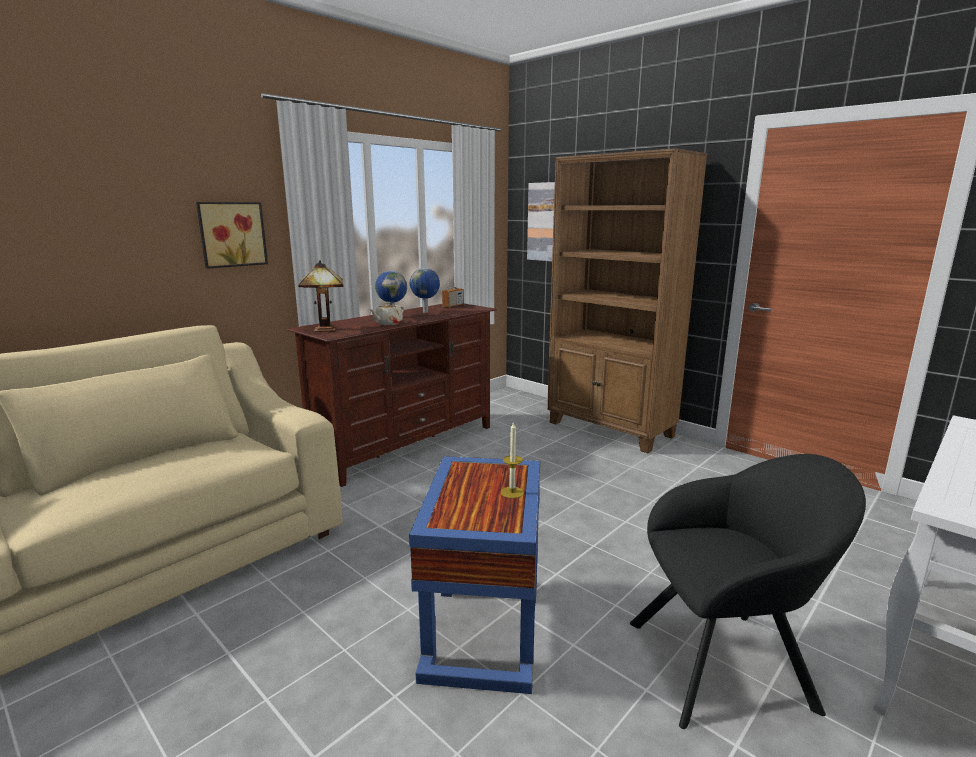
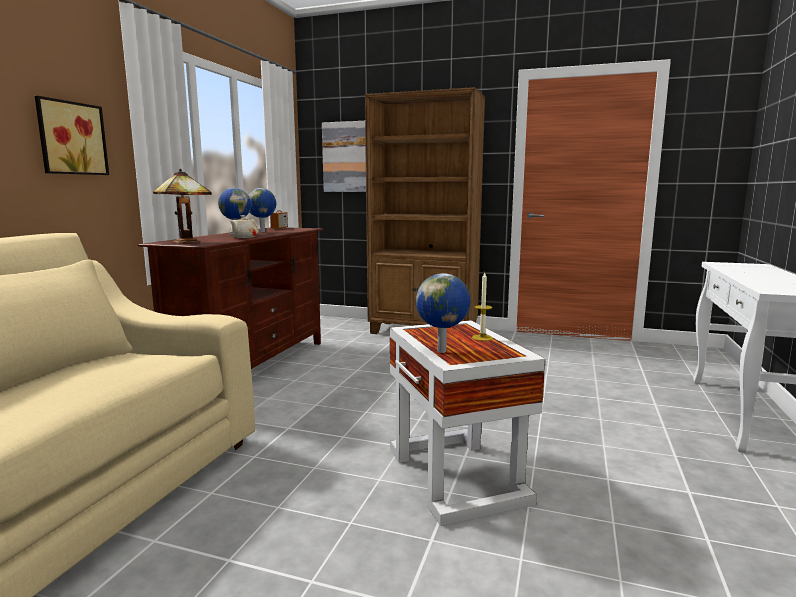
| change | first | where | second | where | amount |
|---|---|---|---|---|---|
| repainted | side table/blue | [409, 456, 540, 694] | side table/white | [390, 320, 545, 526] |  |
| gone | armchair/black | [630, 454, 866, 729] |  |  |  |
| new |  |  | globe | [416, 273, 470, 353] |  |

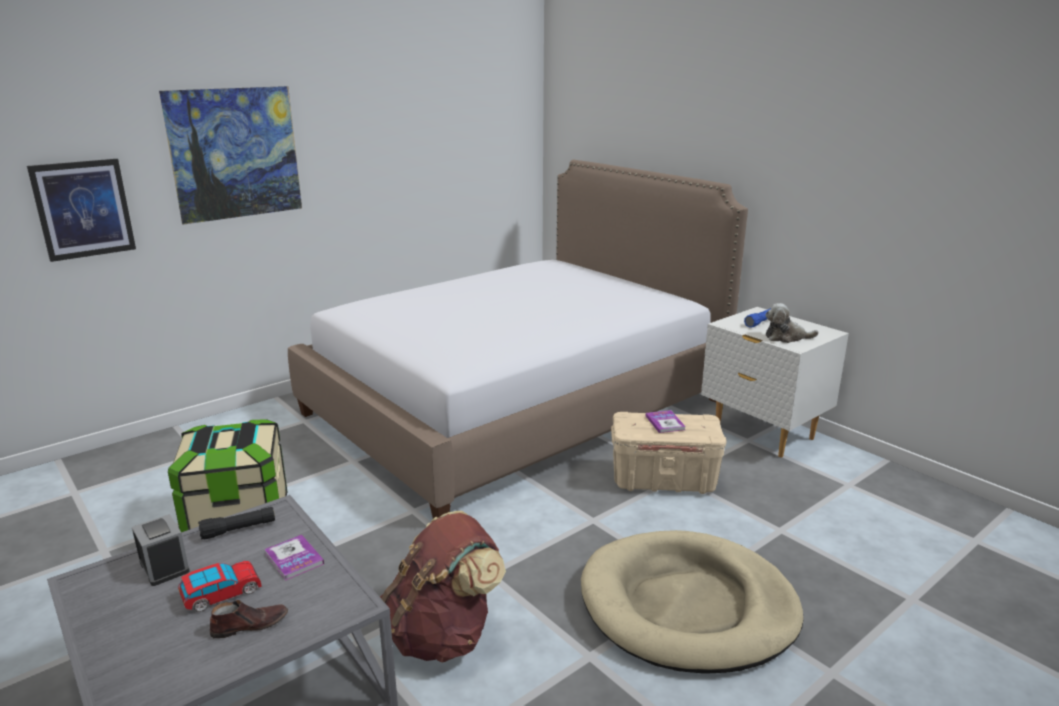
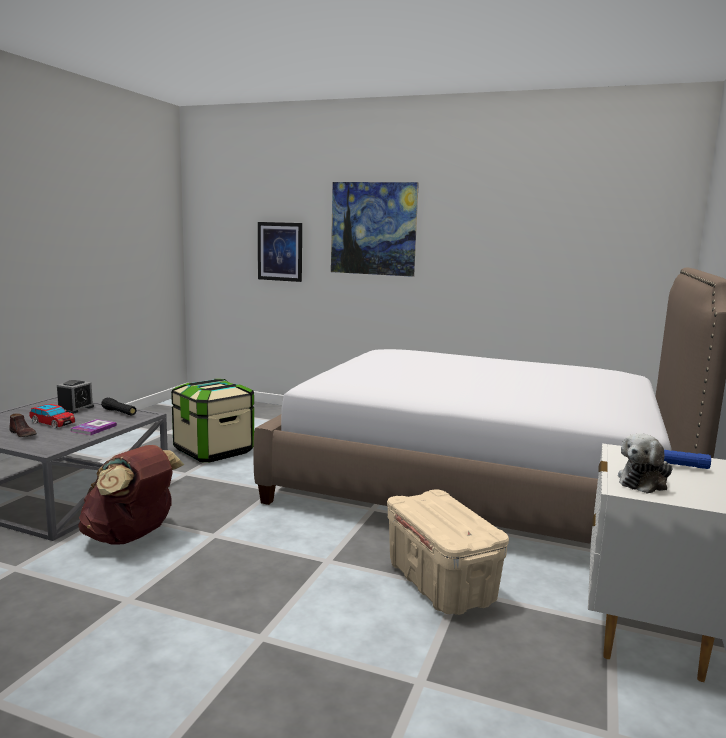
| change | first | where | second | where | amount |
|---|---|---|---|---|---|
| gone | dog bed/beige | [581, 530, 804, 674] |  |  |  |
| gone | book | [646, 410, 686, 433] |  |  |  |
| rotated | plush toy | [765, 303, 819, 343] |  | [618, 433, 673, 494] | 105 degrees counterclockwise |

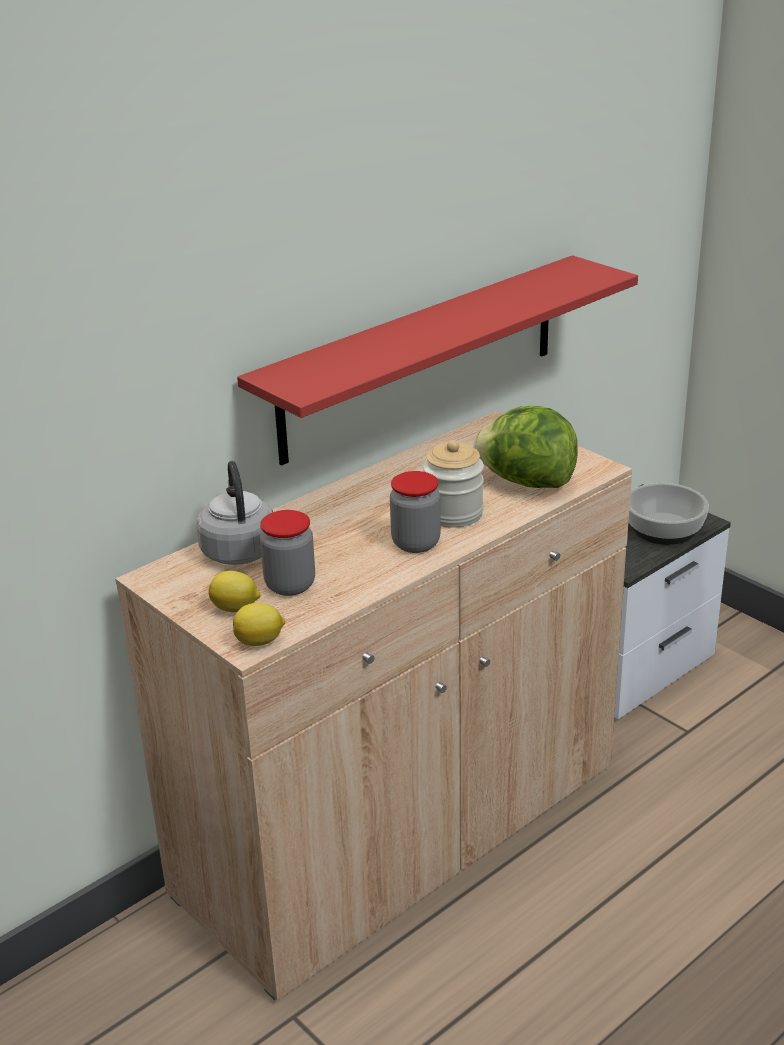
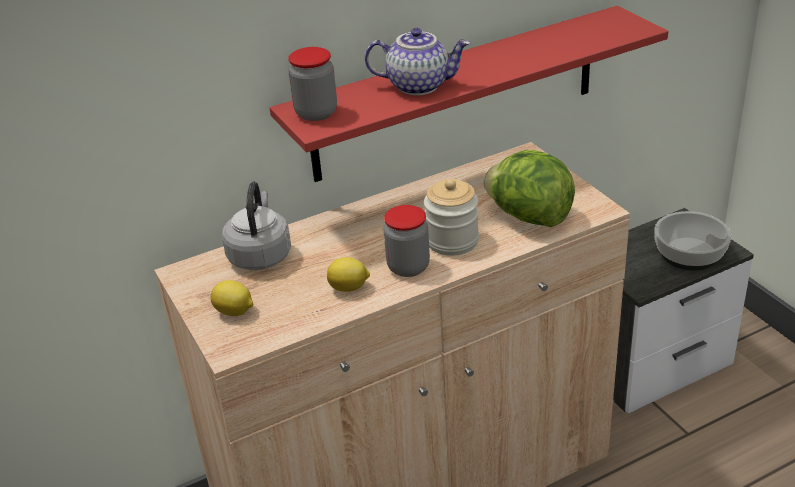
| change | first | where | second | where | amount |
|---|---|---|---|---|---|
| shifted | lemon | [233, 603, 285, 646] |  | [327, 257, 370, 292] |  |
| shifted | jar | [260, 510, 315, 596] |  | [288, 47, 337, 121] |  |
| new |  |  | teapot | [365, 28, 470, 95] |  |

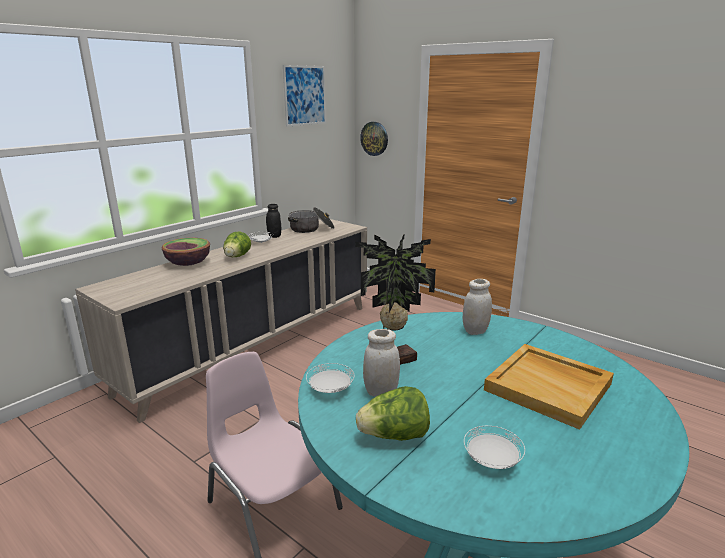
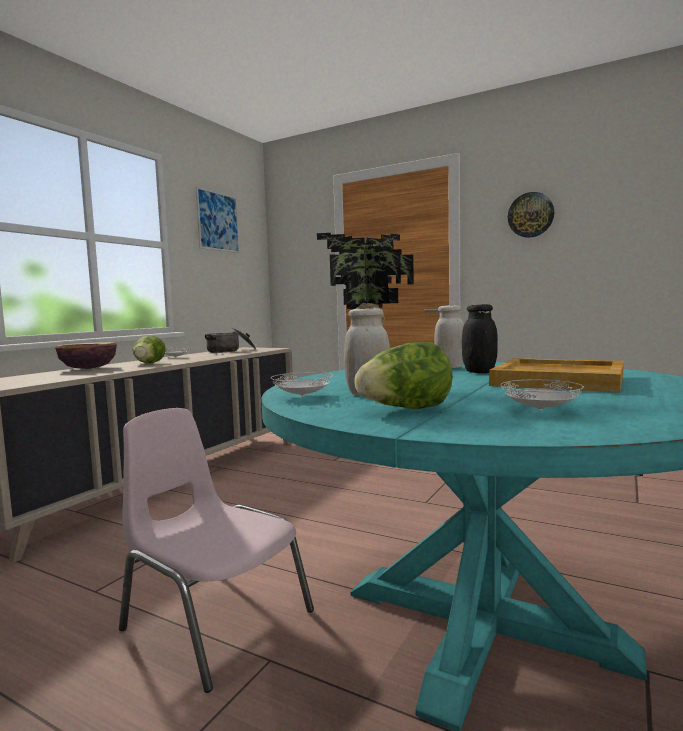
| change | first | where | second | where | amount |
|---|---|---|---|---|---|
| shifted | jar/black | [266, 204, 281, 238] |  | [462, 304, 498, 373] |  |
| shifted | wall clock | [360, 122, 388, 156] |  | [508, 192, 554, 238] |  |

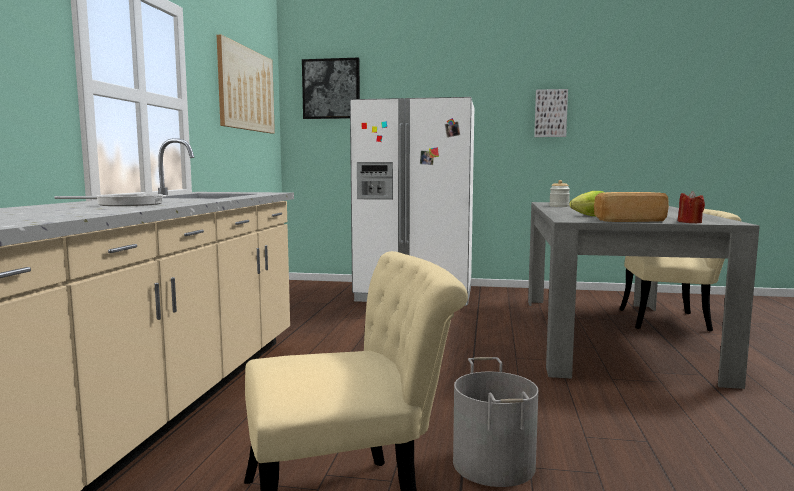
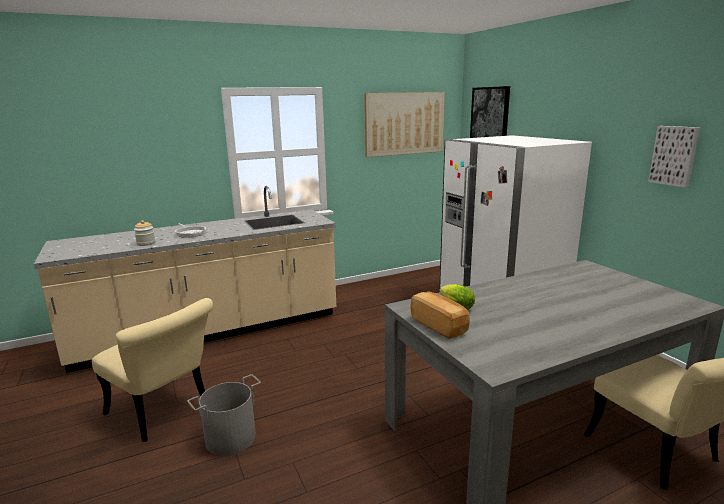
| change | first | where | second | where | amount |
|---|---|---|---|---|---|
| shifted | jar | [549, 180, 570, 207] |  | [134, 220, 155, 246] |  |
| gone | candle/red | [678, 191, 705, 223] |  |  |  |

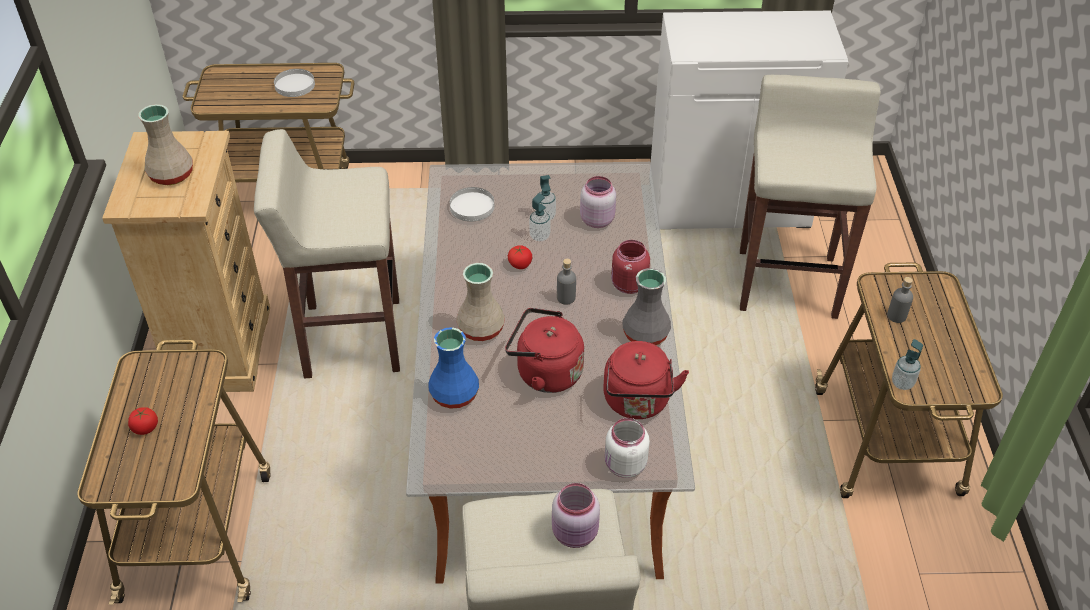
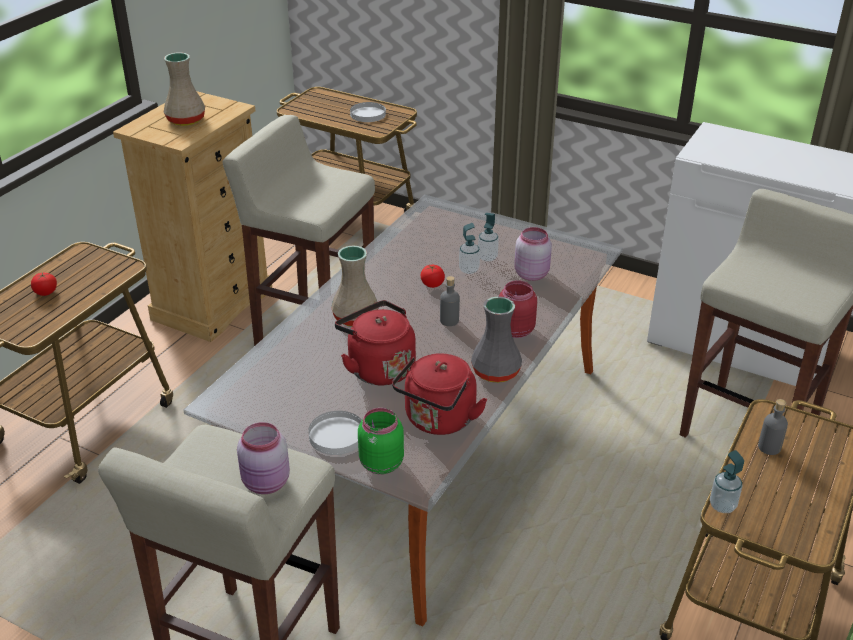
| change | first | where | second | where | amount |
|---|---|---|---|---|---|
| gone | vase/blue | [428, 327, 479, 409] |  |  |  |
| shifted | plate/white | [450, 187, 494, 222] |  | [308, 411, 362, 455] |  |
| repainted | jar/white | [605, 418, 650, 478] | jar/green | [358, 408, 404, 474] |  |

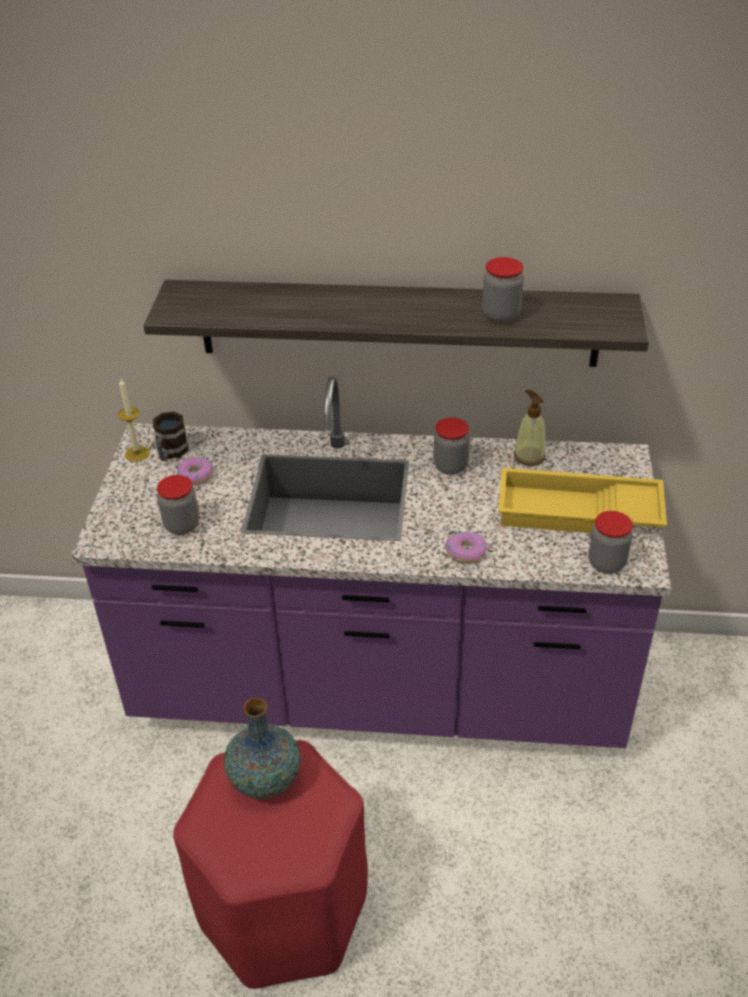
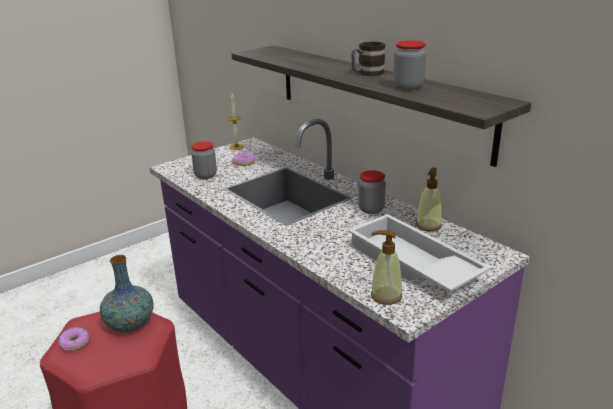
| change | first | where | second | where | amount |
|---|---|---|---|---|---|
| shifted | mug | [153, 411, 188, 461] |  | [351, 41, 385, 76] |  |
| shifted | donut | [445, 532, 487, 563] |  | [59, 328, 89, 351] |  |
| repainted | tray/yellow | [498, 468, 667, 533] | tray/white | [348, 214, 492, 293] |  |
| swapped | jar | [588, 511, 633, 573] | soap dispenser | [371, 230, 402, 305] |  |

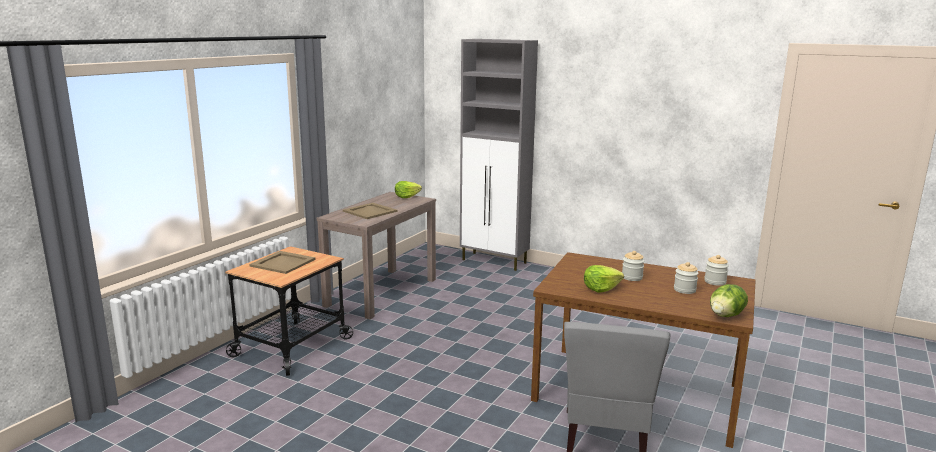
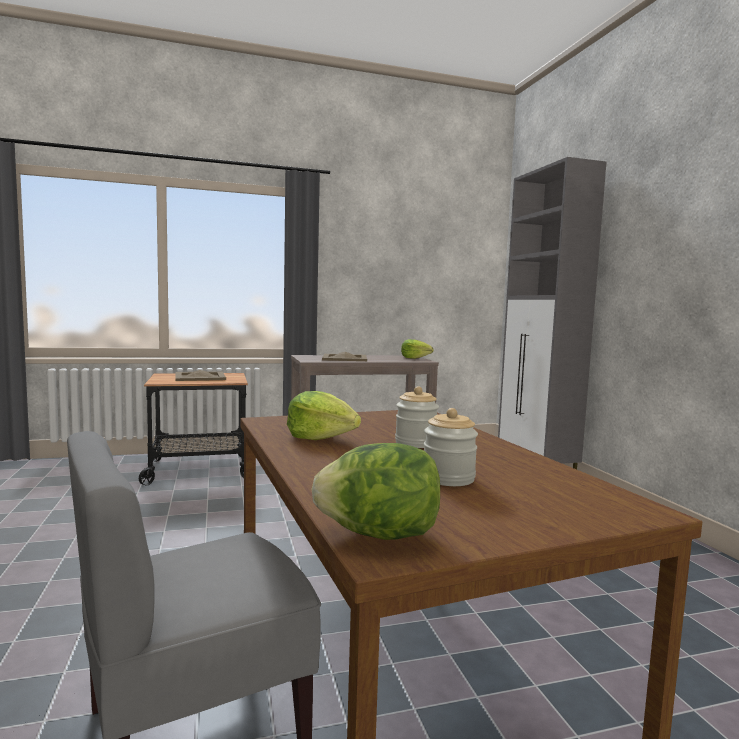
| change | first | where | second | where | amount |
|---|---|---|---|---|---|
| gone | jar | [704, 255, 729, 286] |  |  |  |

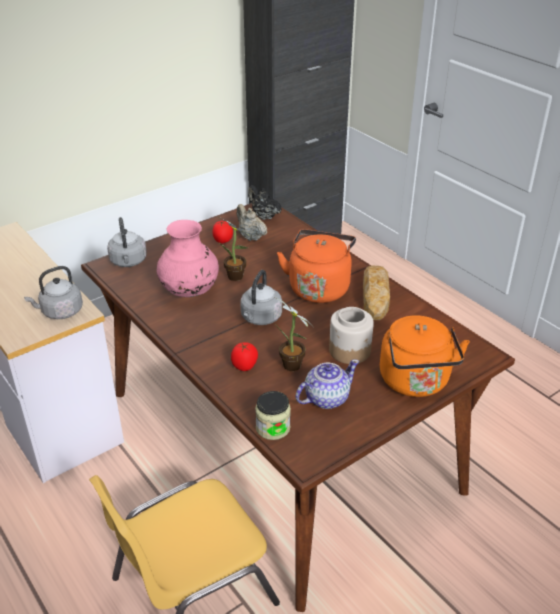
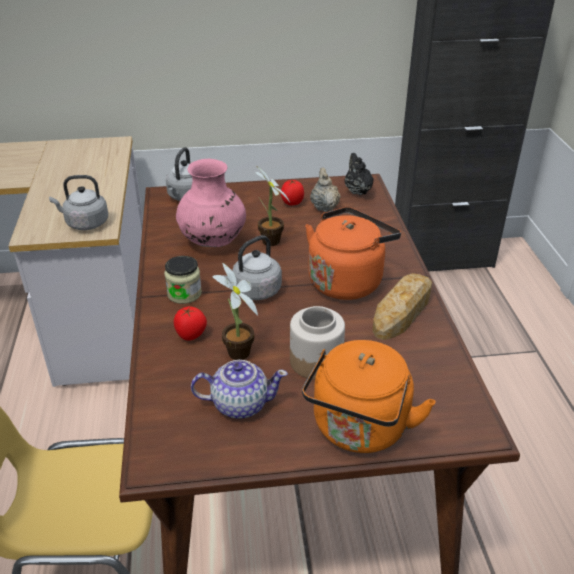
| change | first | where | second | where | amount |
|---|---|---|---|---|---|
| shifted | jar | [255, 391, 291, 440] |  | [164, 256, 202, 304] |  |

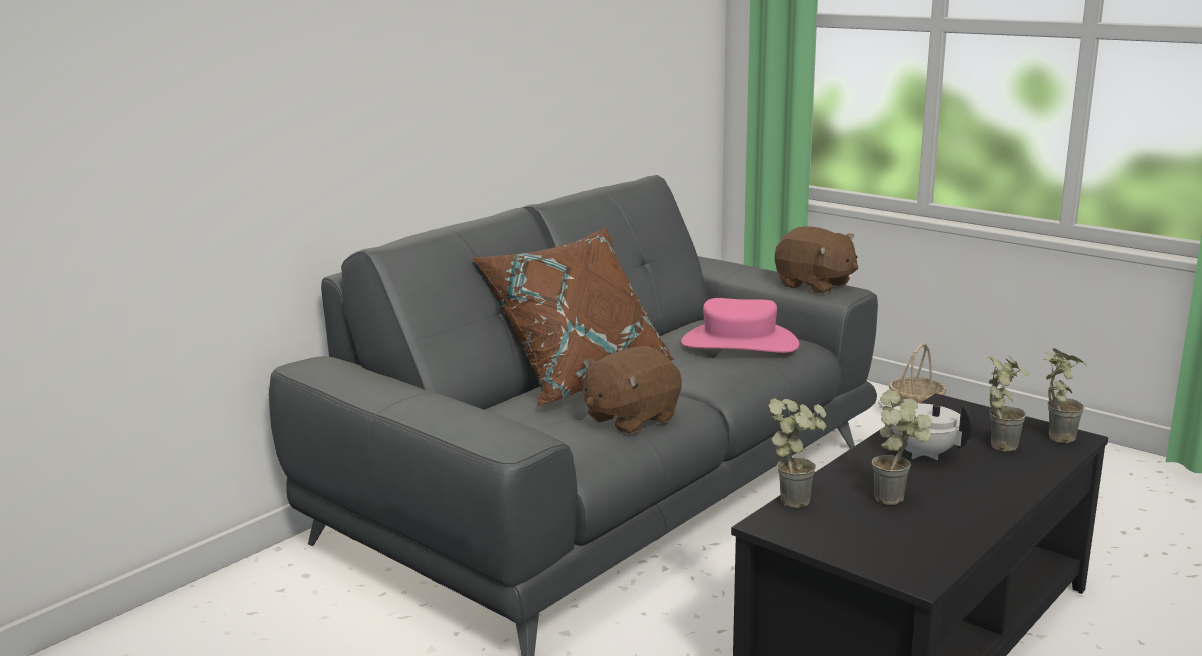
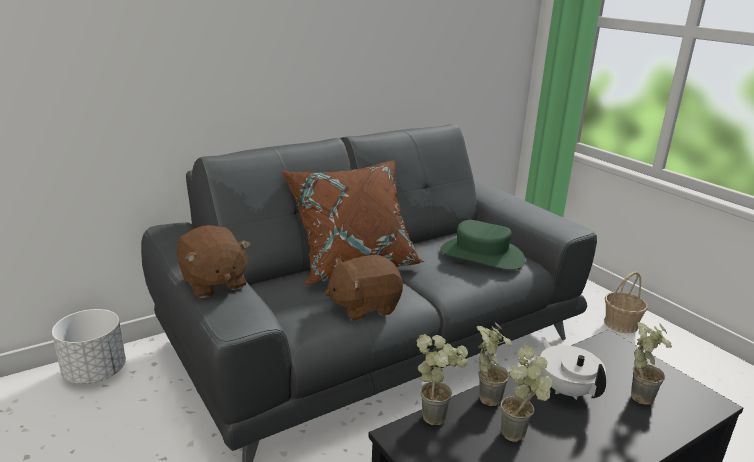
| change | first | where | second | where | amount |
|---|---|---|---|---|---|
| repainted | hat/pink | [681, 298, 799, 353] | hat/green | [440, 220, 525, 270] |  |
| shifted | plush toy/brown | [775, 227, 858, 294] |  | [176, 226, 251, 298] |  |
| shifted | potted plant | [1044, 348, 1087, 443] |  | [477, 321, 513, 406] |  |
| new |  |  | planter/white | [52, 309, 126, 384] |  |

